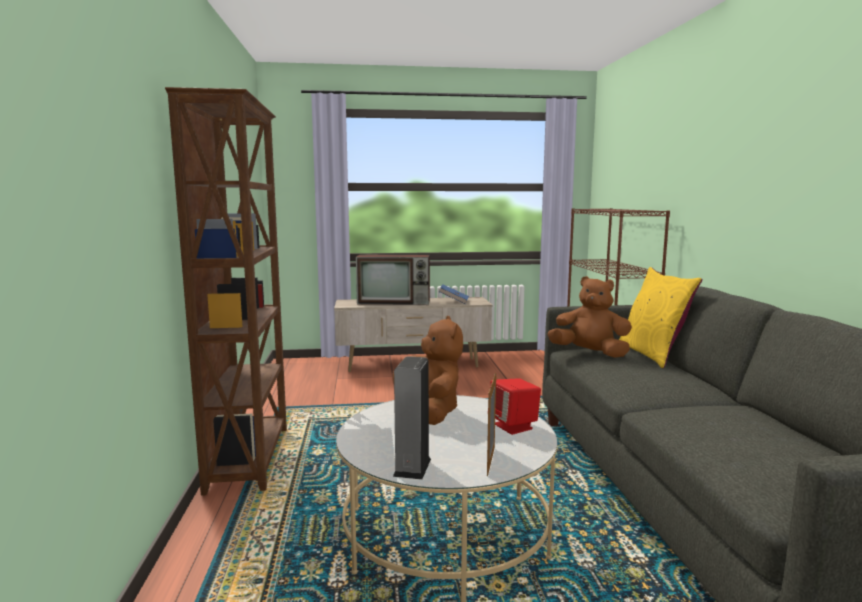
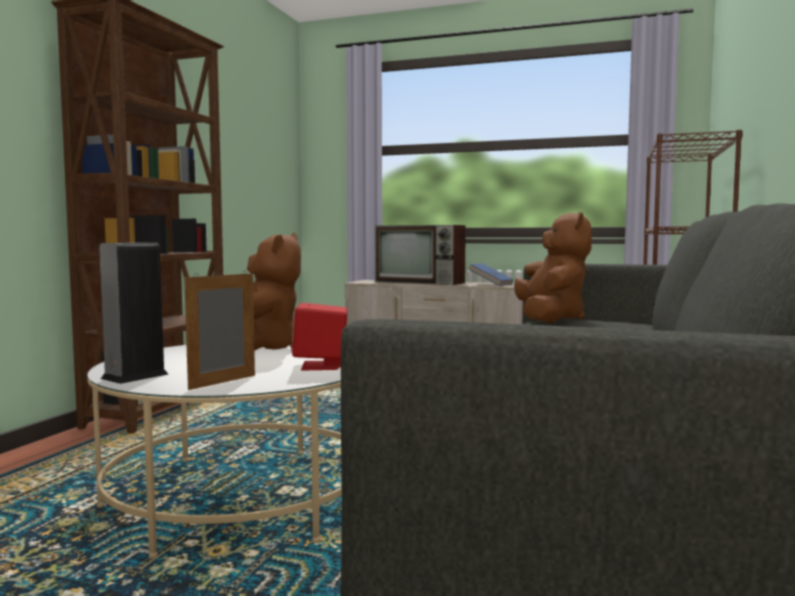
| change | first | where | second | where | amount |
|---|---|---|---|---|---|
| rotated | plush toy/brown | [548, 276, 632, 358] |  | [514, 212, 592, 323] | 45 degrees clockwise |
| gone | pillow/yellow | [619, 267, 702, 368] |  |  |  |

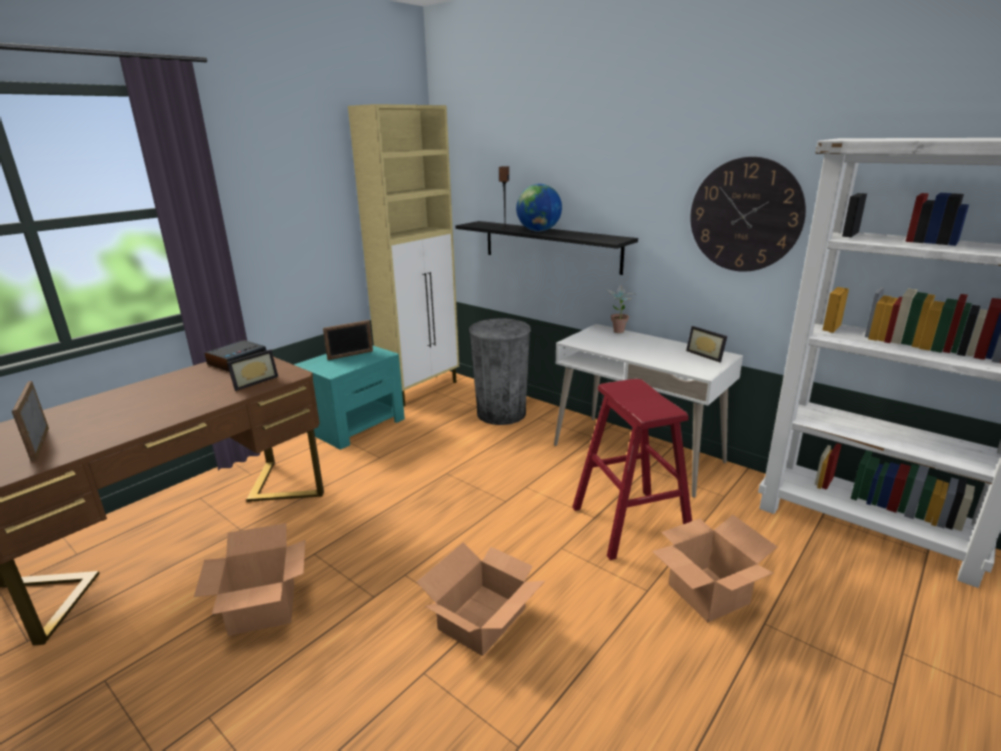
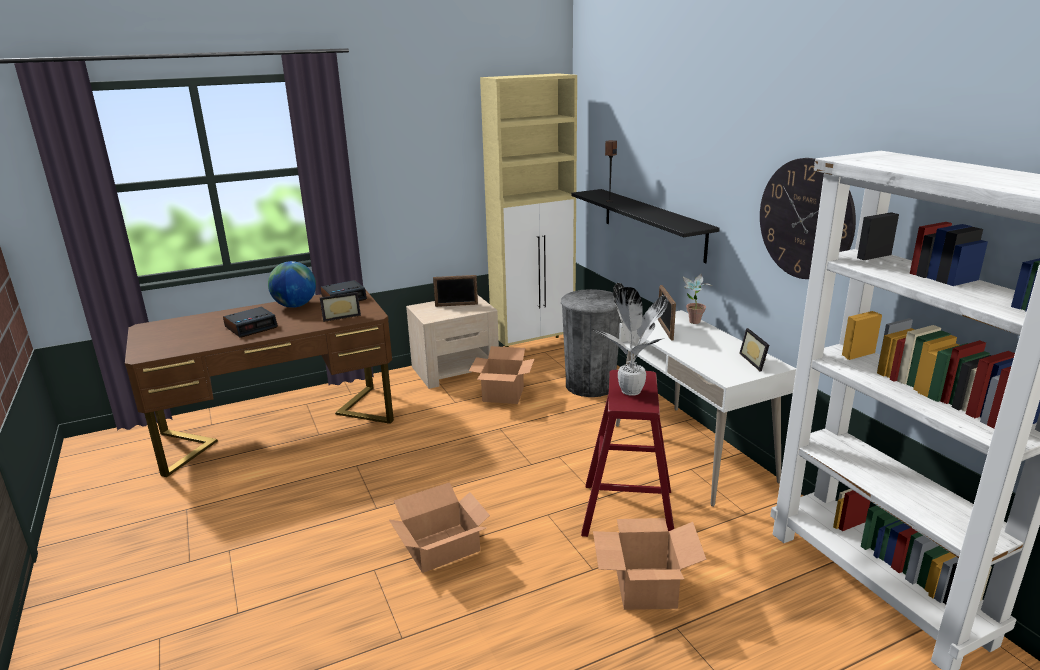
| change | first | where | second | where | amount |
|---|---|---|---|---|---|
| shifted | picture frame | [12, 381, 49, 462] |  | [657, 285, 676, 341] |  |
| shifted | cardboard box | [194, 523, 305, 636] |  | [469, 346, 534, 404] |  |
| repainted | nightstand/turquoise | [294, 346, 405, 450] | nightstand/beige | [406, 295, 499, 389] |  |
| shifted | globe | [516, 184, 562, 232] |  | [268, 261, 316, 308] |  |
| new |  |  | alarm clock | [223, 307, 278, 338] |  |
| new |  |  | potted plant | [592, 283, 668, 396] |  |

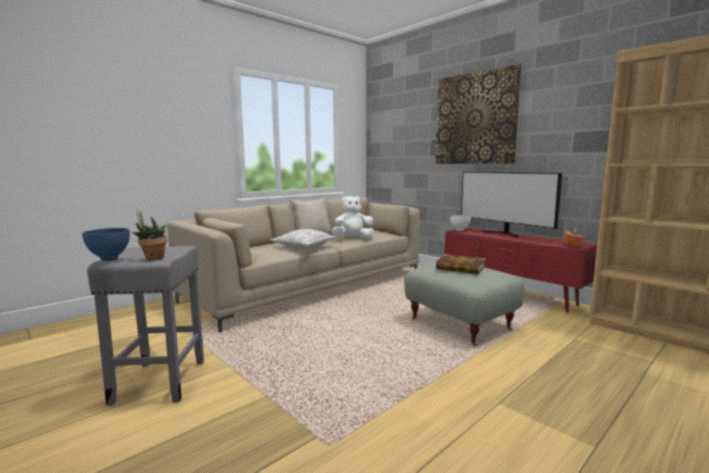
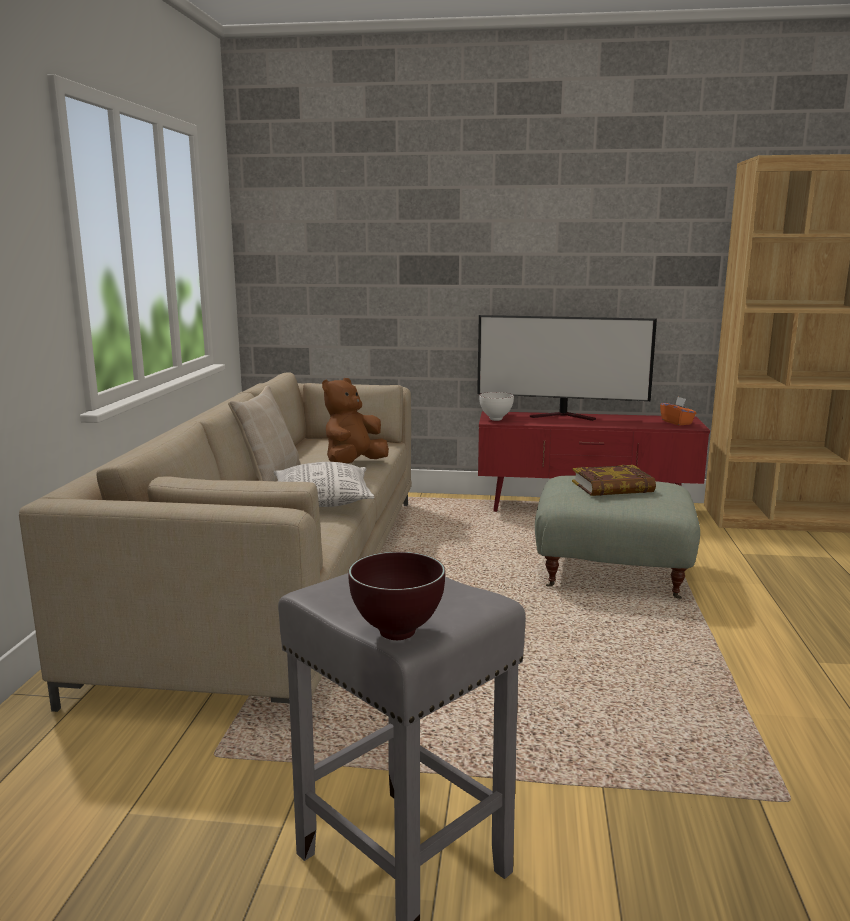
| change | first | where | second | where | amount |
|---|---|---|---|---|---|
| repainted | bowl/blue | [82, 228, 130, 261] | bowl/brown | [348, 552, 445, 640] |  |
| gone | potted plant | [131, 209, 167, 260] |  |  |  |
| repainted | plush toy/white | [332, 195, 375, 238] | plush toy/brown | [322, 378, 389, 463] |  |
| gone | picture | [436, 64, 522, 164] |  |  |  |

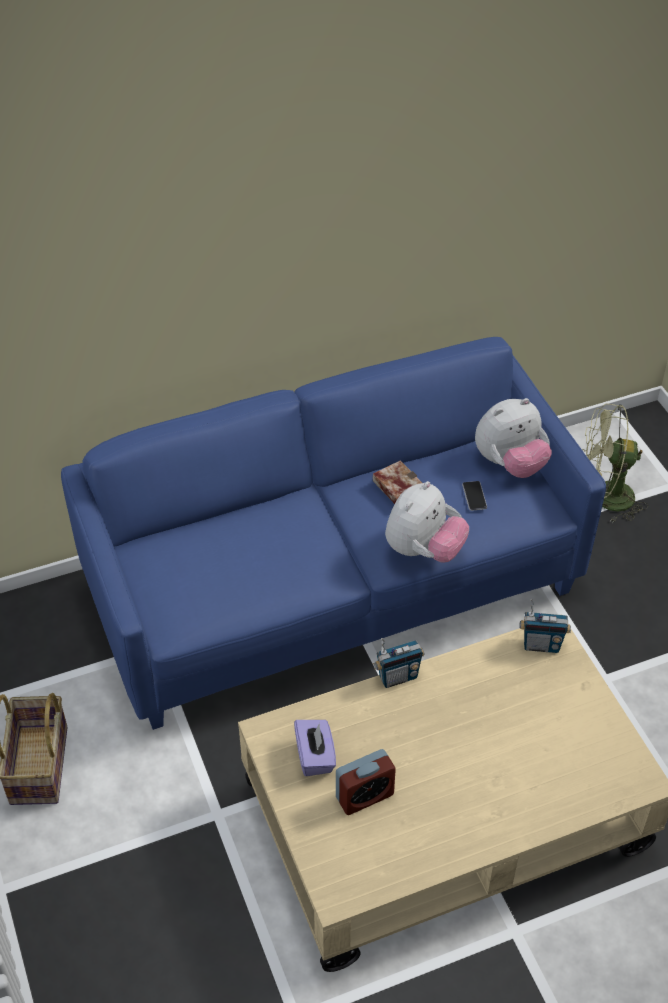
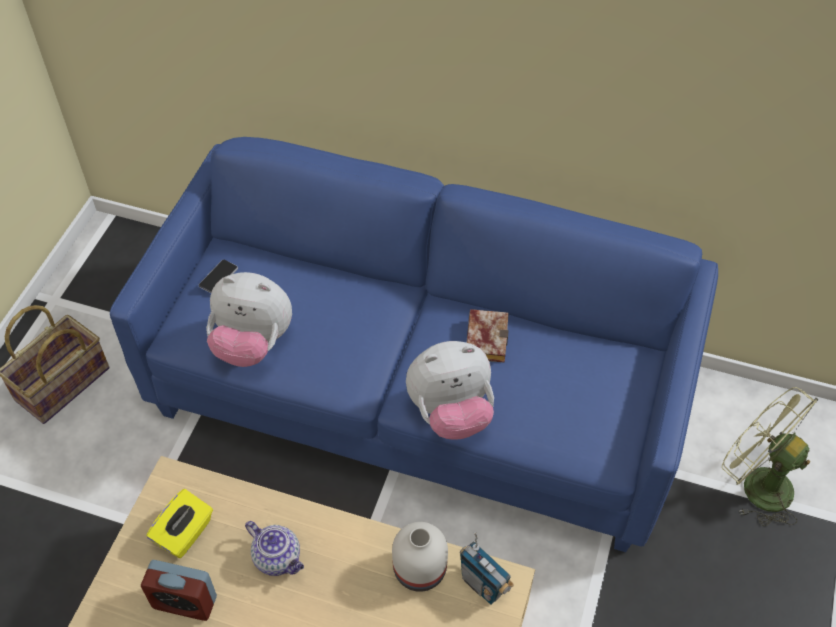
| change | first | where | second | where | amount |
|---|---|---|---|---|---|
| repainted | tissue box/purple | [294, 720, 336, 776] | tissue box/yellow | [146, 489, 213, 558] |  |
| gone | radio | [373, 638, 424, 688] |  |  |  |
| shifted | phone | [462, 481, 487, 511] |  | [199, 260, 238, 293] |  |
| shifted | plush toy | [475, 398, 552, 478] |  | [206, 272, 292, 367] |  |
| new |  |  | teapot | [245, 521, 304, 576] |  |
| new |  |  | vase/white | [392, 522, 448, 592] |  |

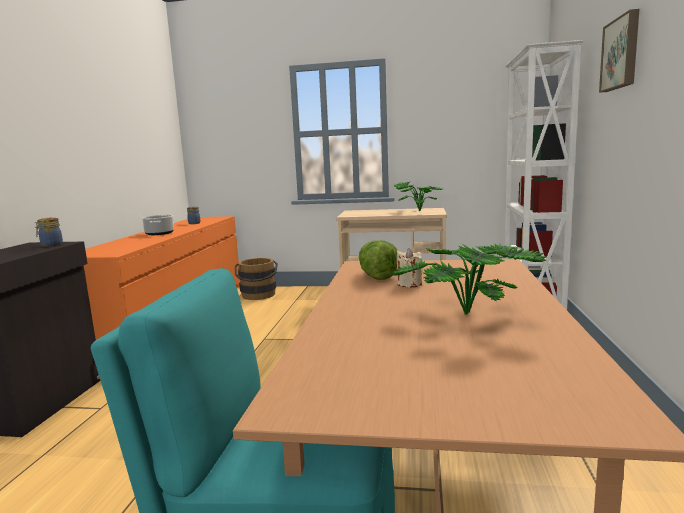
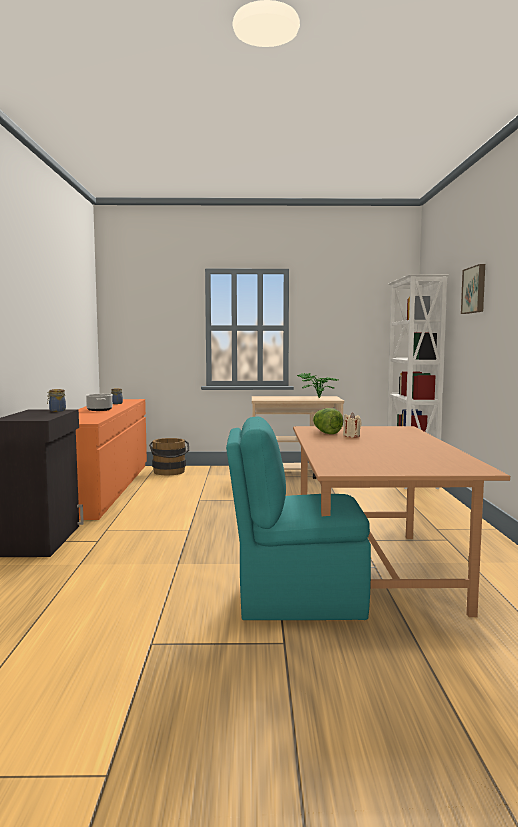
| change | first | where | second | where | amount |
|---|---|---|---|---|---|
| gone | potted plant | [391, 244, 546, 315] |  |  |  |

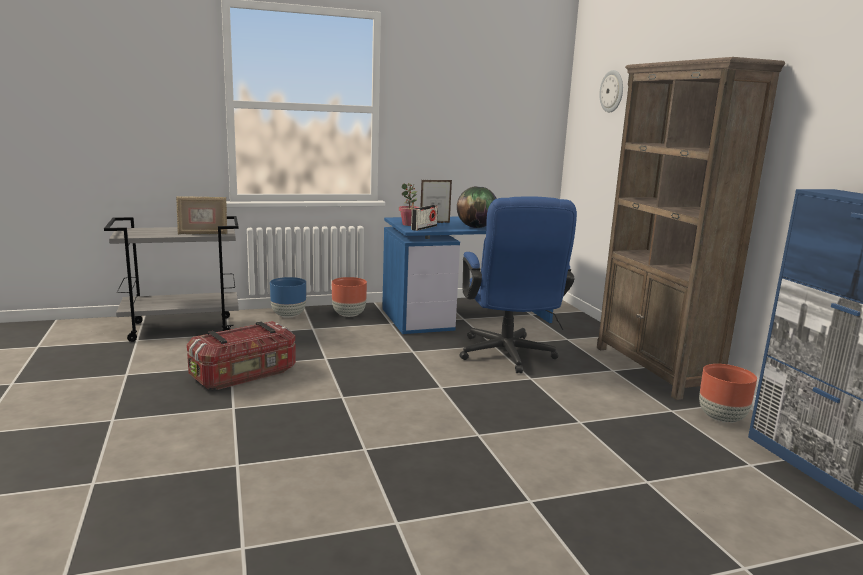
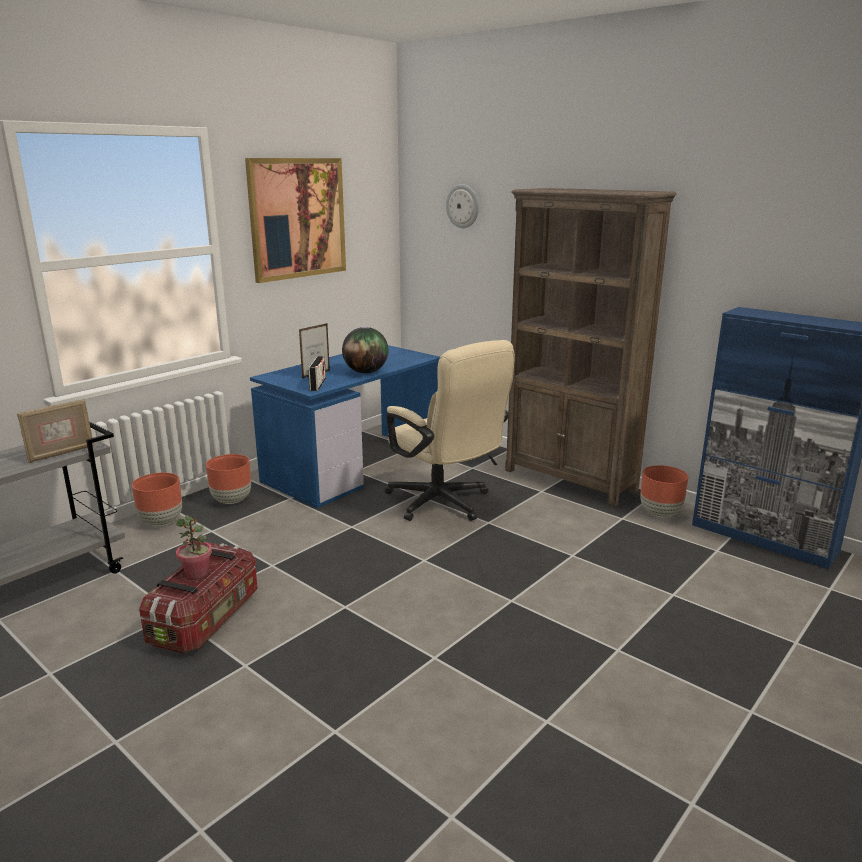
| change | first | where | second | where | amount |
|---|---|---|---|---|---|
| repainted | planter/blue | [270, 277, 306, 318] | planter/brown | [132, 473, 182, 526] |  |
| shifted | potted plant | [399, 183, 419, 226] |  | [176, 515, 212, 579] |  |
| repainted | office chair/blue | [460, 196, 577, 373] | office chair/beige | [385, 340, 515, 521] |  |
| new |  |  | picture | [245, 158, 346, 283] |  |

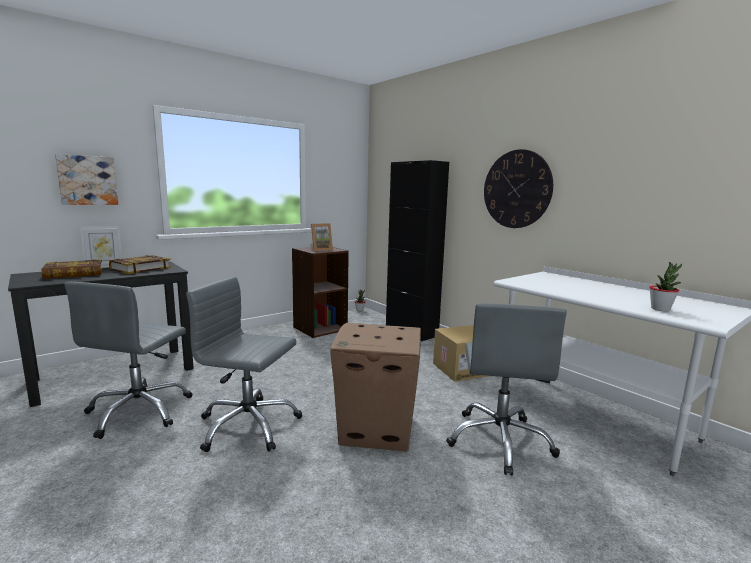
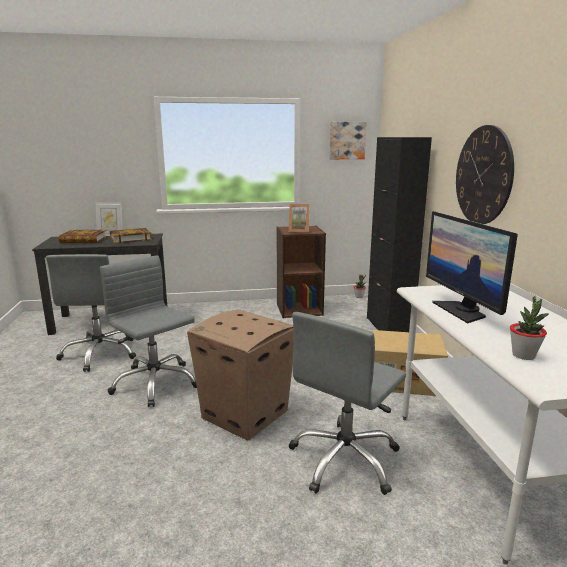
| change | first | where | second | where | amount |
|---|---|---|---|---|---|
| shifted | picture | [55, 154, 118, 205] |  | [329, 122, 367, 159] |  |
| rotated | office chair/grey | [64, 282, 192, 439] |  | [46, 254, 136, 372] | 45 degrees counterclockwise |
| new |  |  | monitor | [426, 211, 518, 324] |  |

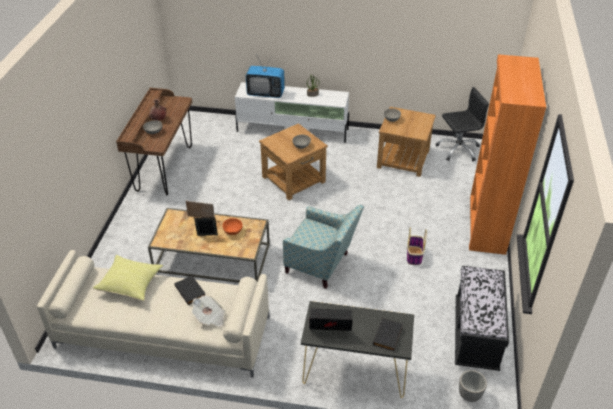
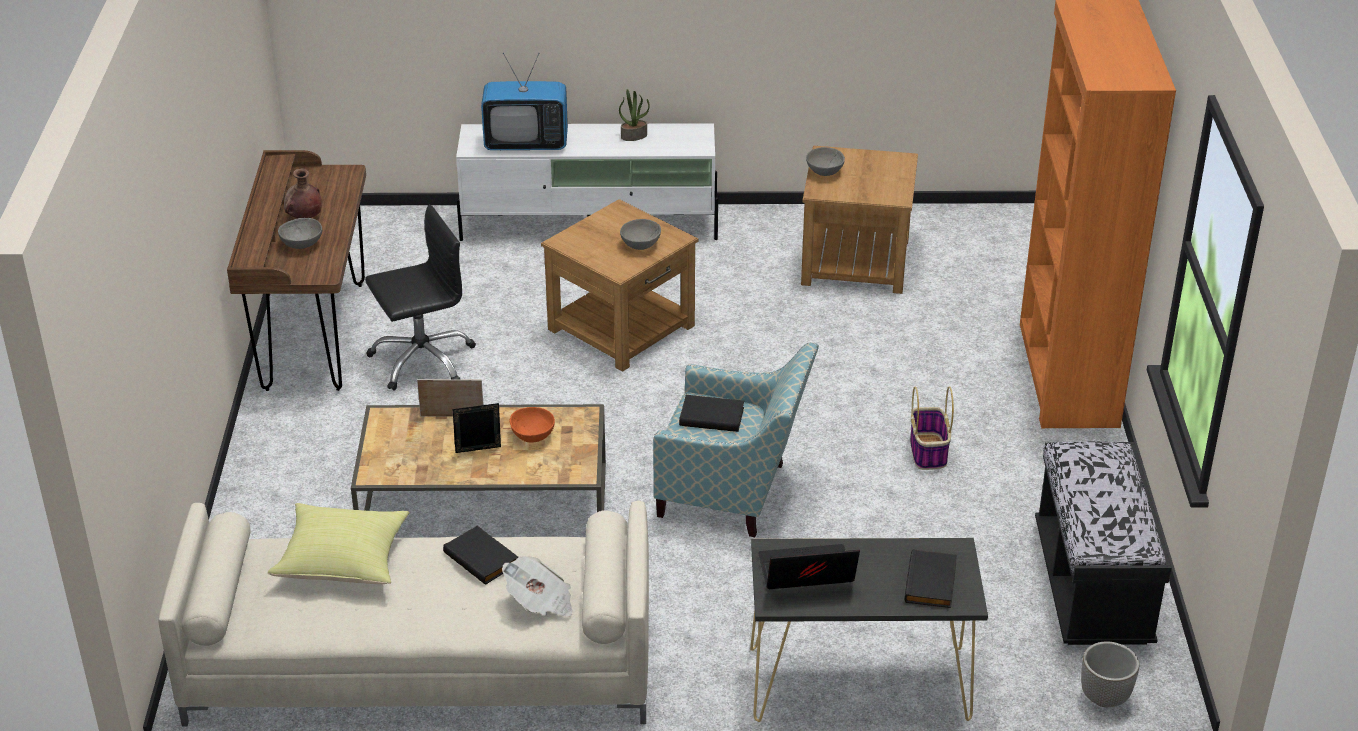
| change | first | where | second | where | amount |
|---|---|---|---|---|---|
| shifted | office chair/black | [436, 87, 489, 161] |  | [365, 205, 476, 391] |  |
| new |  |  | book/black | [679, 395, 744, 432] |  |

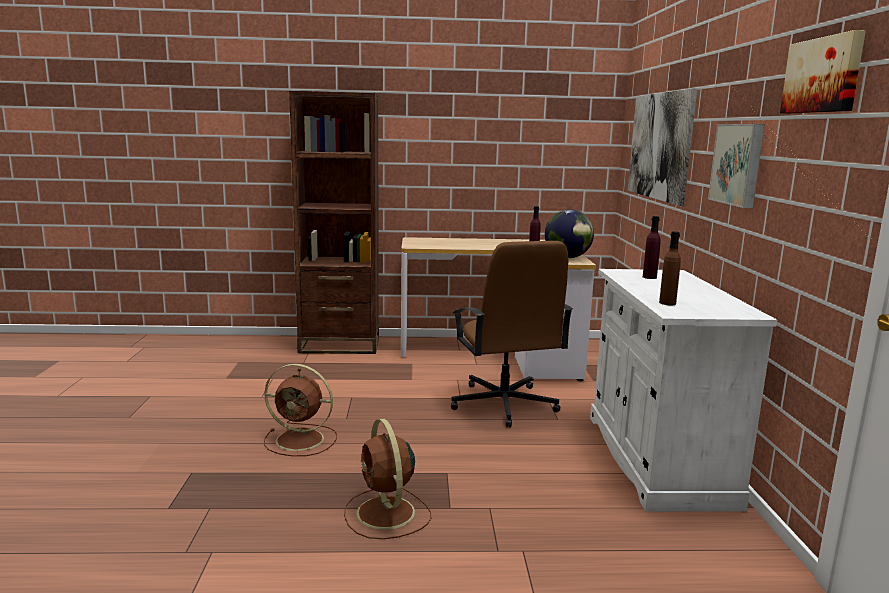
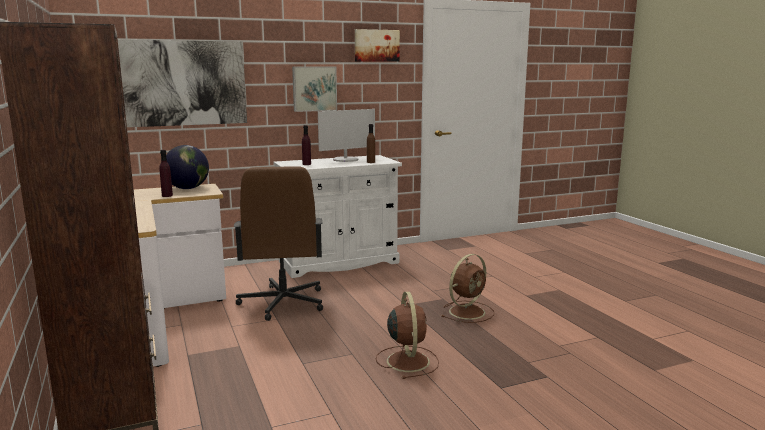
| change | first | where | second | where | amount |
|---|---|---|---|---|---|
| rotated | office chair/brown | [451, 241, 573, 428] |  | [233, 166, 323, 321] | 120 degrees clockwise |
| new |  |  | monitor | [318, 109, 375, 162] |  |

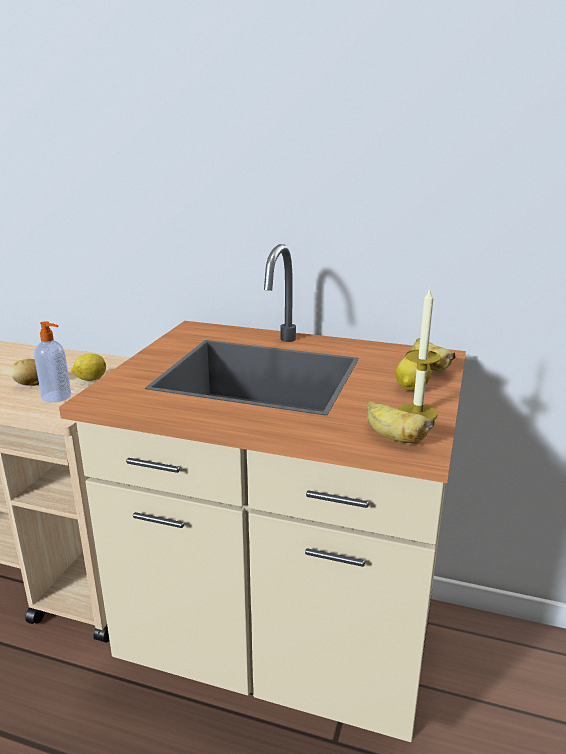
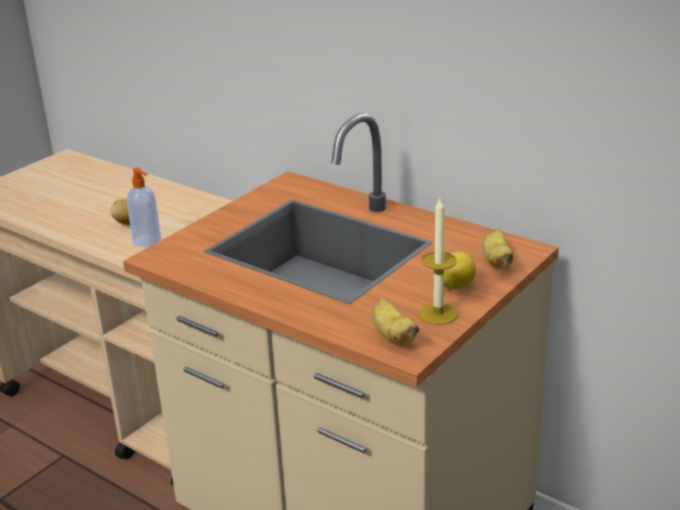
| change | first | where | second | where | amount |
|---|---|---|---|---|---|
| gone | lemon | [72, 354, 106, 381] |  |  |  |

